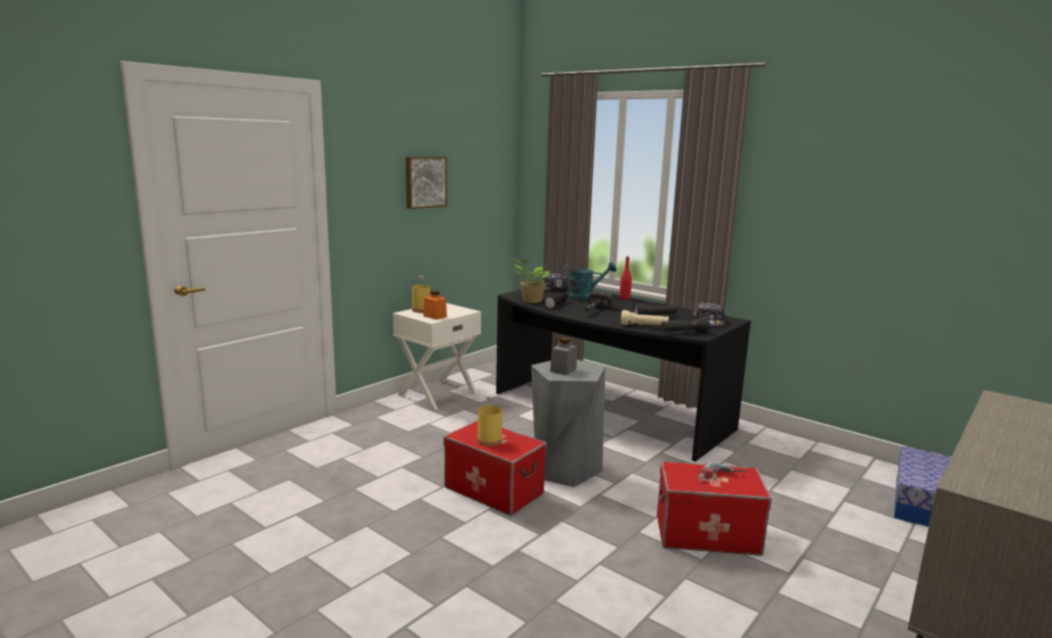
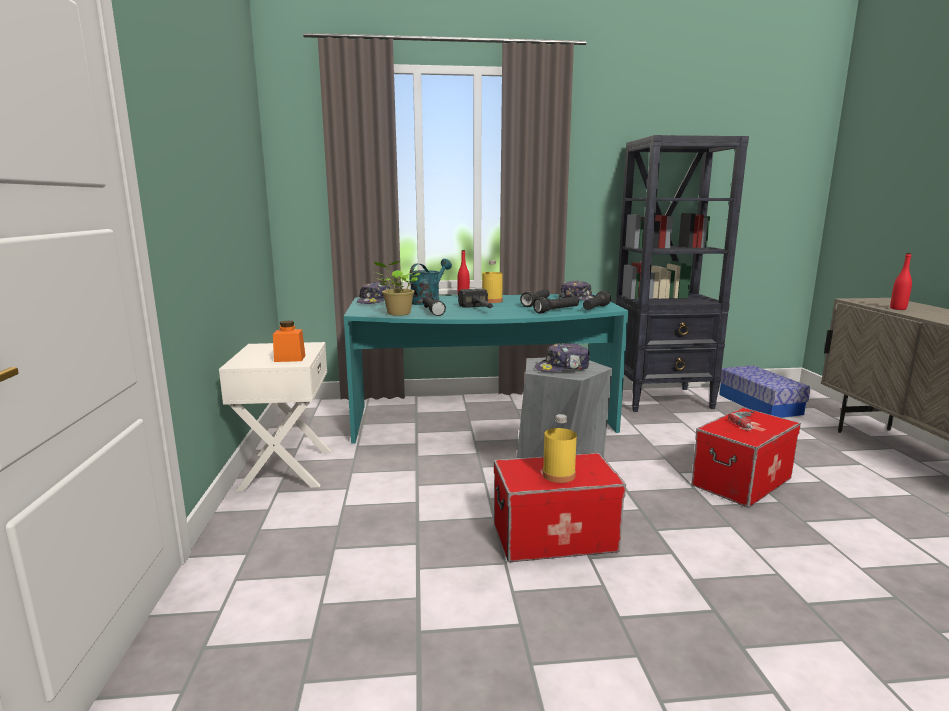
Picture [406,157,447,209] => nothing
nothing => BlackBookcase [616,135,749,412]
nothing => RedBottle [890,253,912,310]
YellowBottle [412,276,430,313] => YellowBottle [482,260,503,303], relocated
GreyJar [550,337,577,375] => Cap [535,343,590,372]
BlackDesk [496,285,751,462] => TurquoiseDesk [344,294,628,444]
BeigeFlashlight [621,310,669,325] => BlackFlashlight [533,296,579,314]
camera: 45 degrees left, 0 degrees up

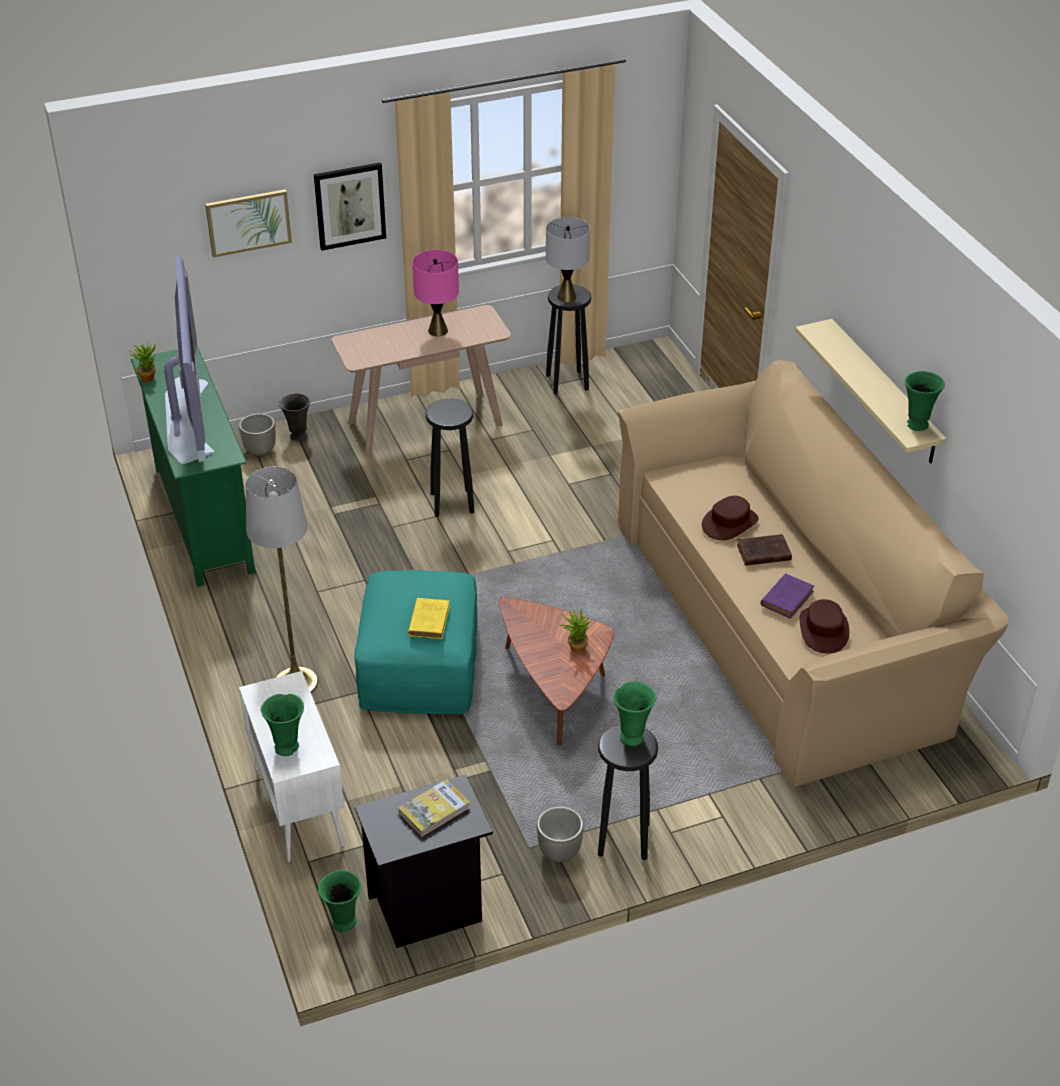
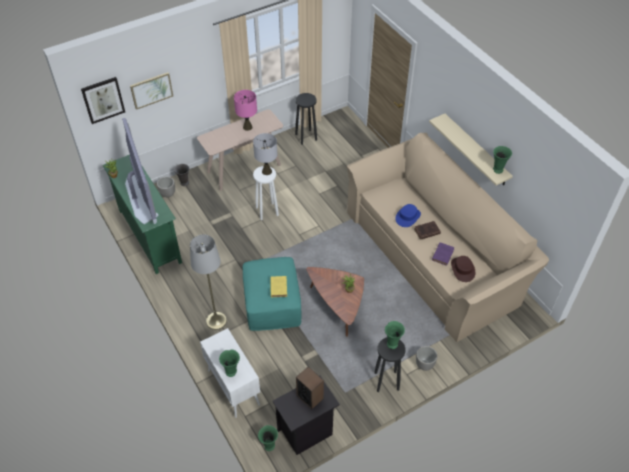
Picture [314,163,386,251] => Picture [81,77,125,124], relocated
Planter [537,806,584,862] => Planter [416,346,437,371], relocated
GreyTableLamp [546,217,590,302] => GreyTableLamp [253,133,277,175], relocated
Book [398,779,470,837] => Speaker [296,366,324,410]
BlackStool [426,399,474,517] => WhiteStool [253,166,279,220]
BrownHat [702,496,759,540] => BlueHat [395,204,421,227]
camera: 10 degrees left, 10 degrees up

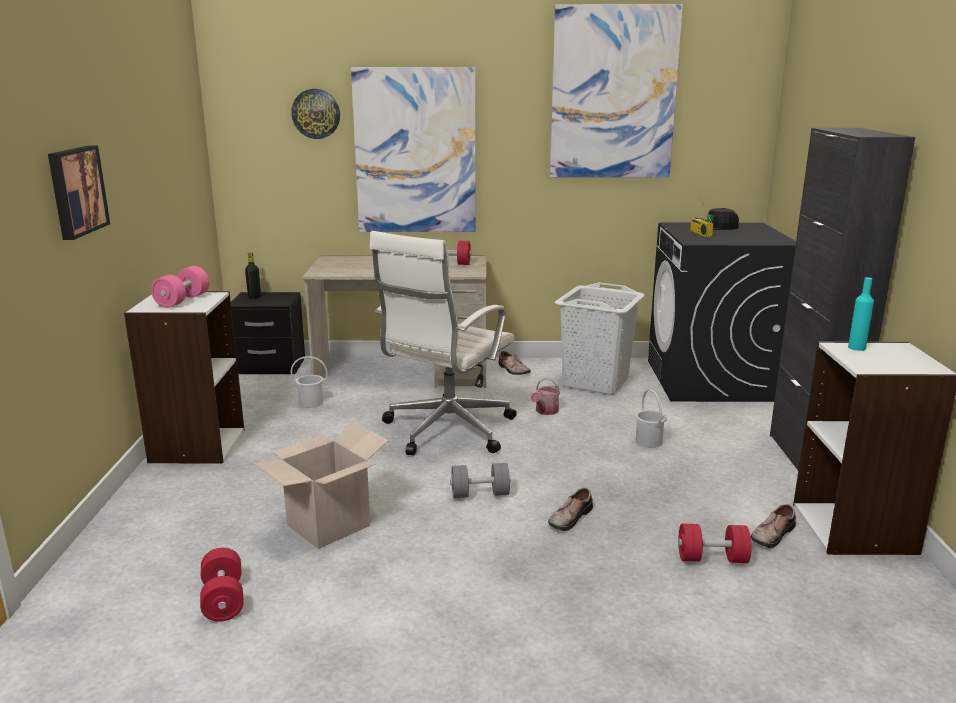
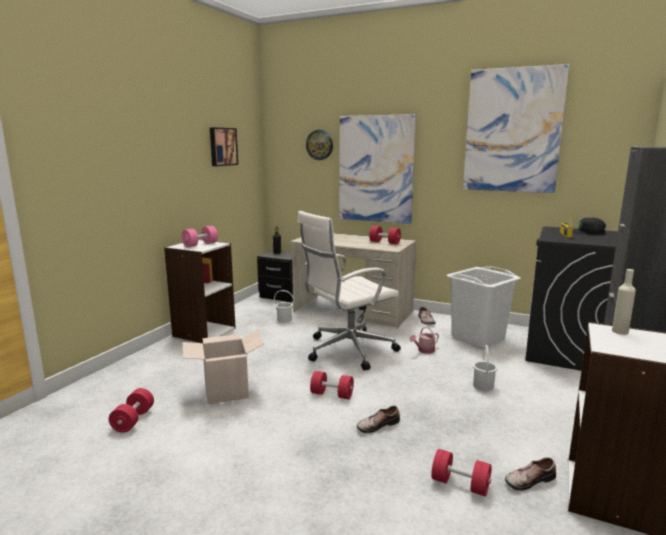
Picture [48,146,110,240] => Picture [210,127,238,166], relocated
GreyDumbbell [450,463,510,498] => RedDumbbell [310,371,354,399]
TurquoiseBottle [848,277,874,351] => BeigeBottle [612,269,636,335]
camera: 25 degrees right, 5 degrees down

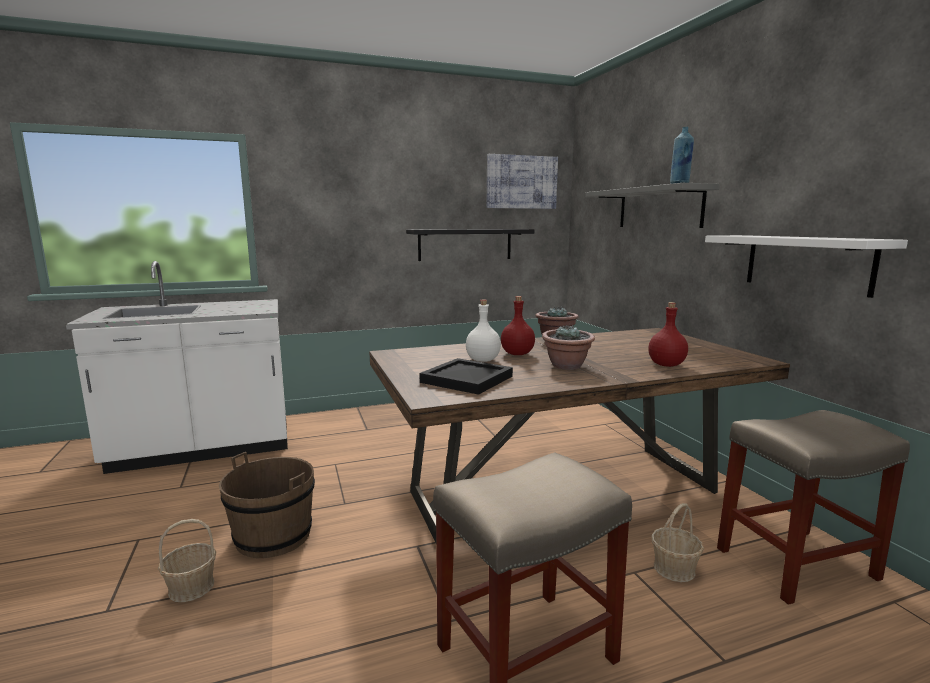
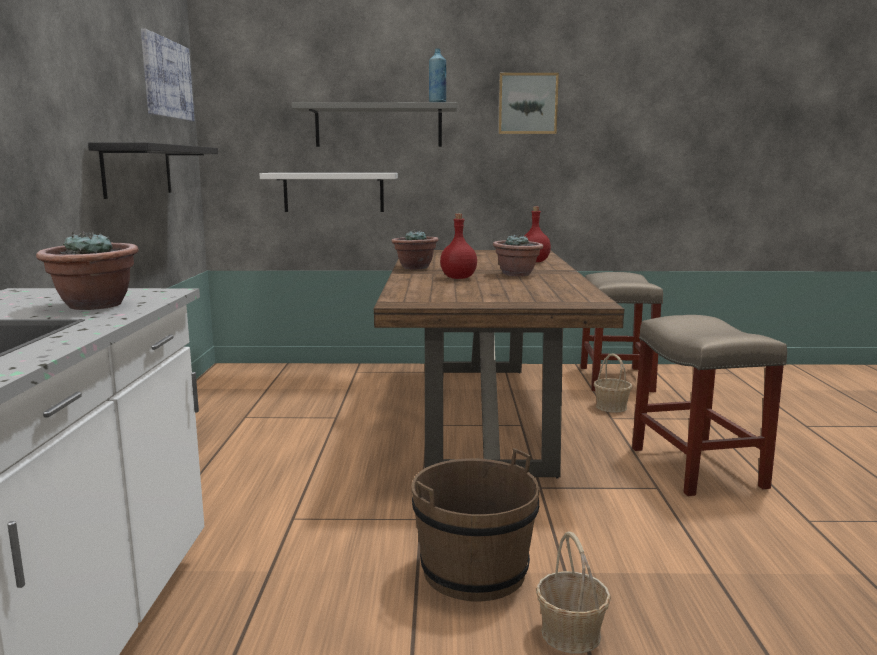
BlackTray [420,358,513,395] => nothing
WhiteBottle [466,299,501,362] => nothing
nothing => PottedPlant [36,231,139,310]
nothing => Picture [498,73,559,134]
WhiteShelf [705,235,908,298] => WhiteShelf [260,173,398,212], relocated
camera: 70 degrees left, 0 degrees up

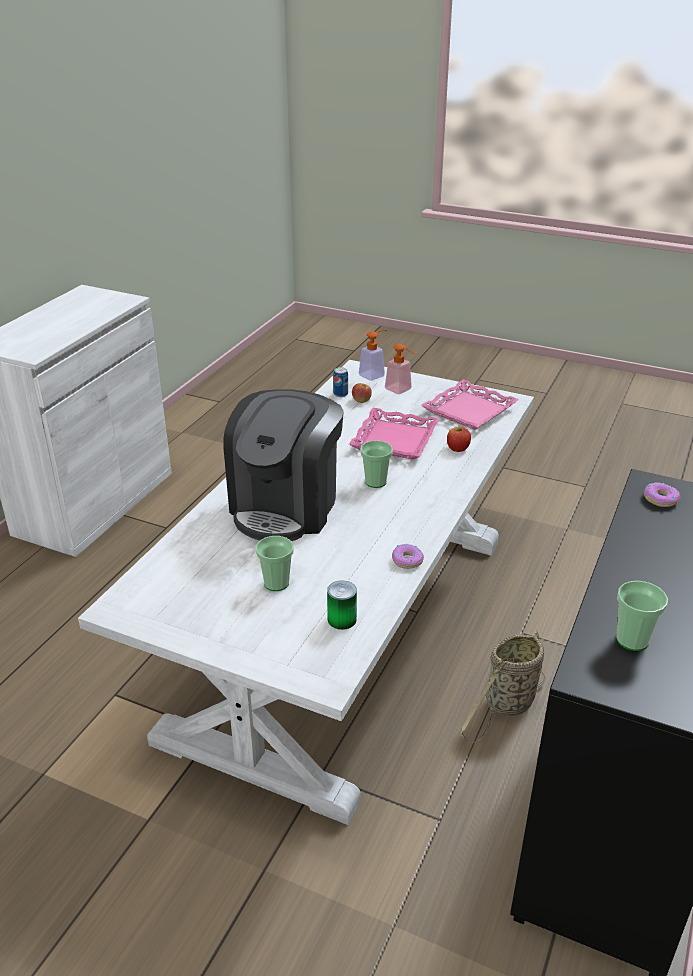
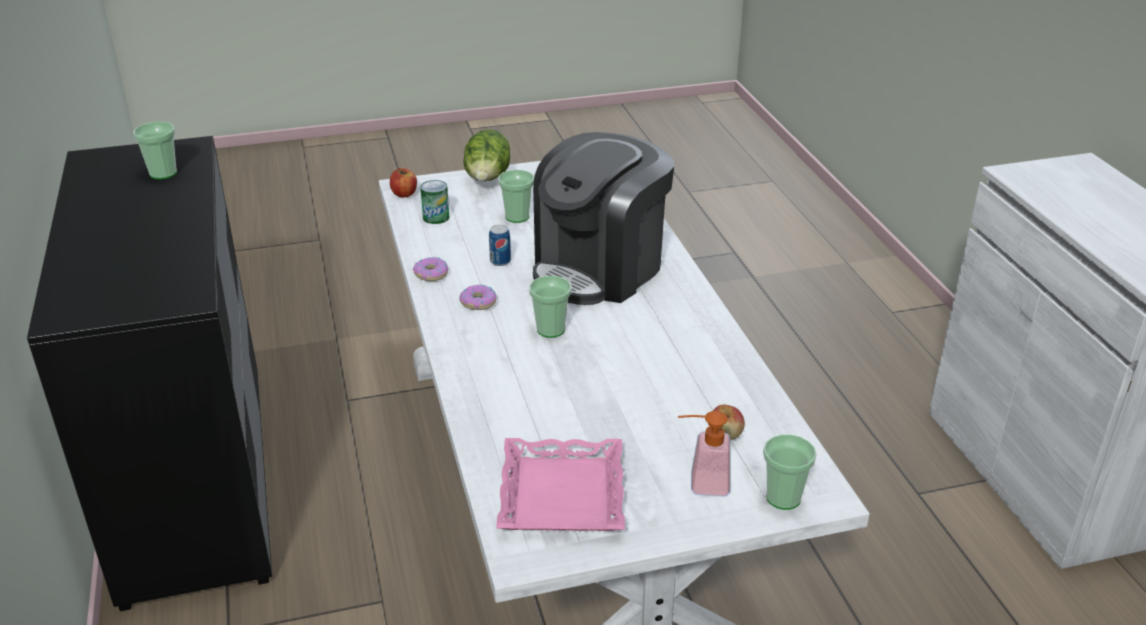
PinkTray [349,408,439,460] => nothing
Basket [459,630,545,743] => nothing
nothing => Lettuce [463,129,510,181]
Can [333,367,348,397] => Can [489,225,511,266], relocated
Apple [447,427,471,452] => Apple [390,168,417,197], relocated
Donut [644,483,681,507] => Donut [459,284,497,310], relocated
SoapDispenser [359,330,387,381] => Cup [763,434,816,510]
CoffeeMachine [223,389,344,541] => CoffeeMachine [533,132,674,305], 120 degrees counterclockwise
camera: 140 degrees right, 0 degrees up

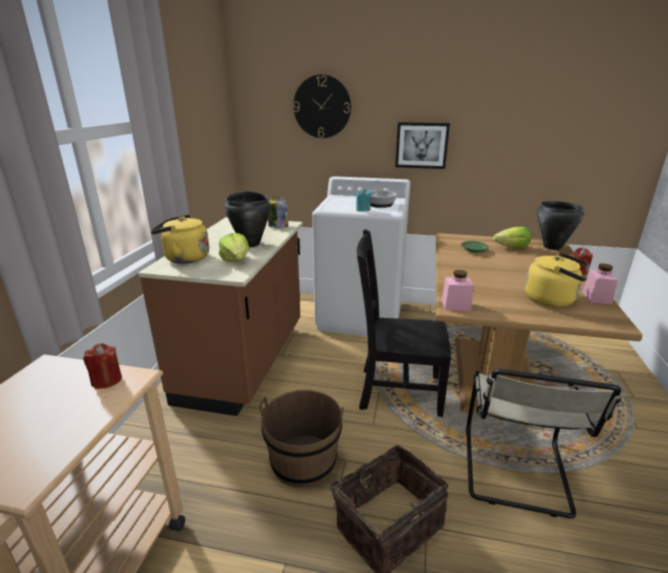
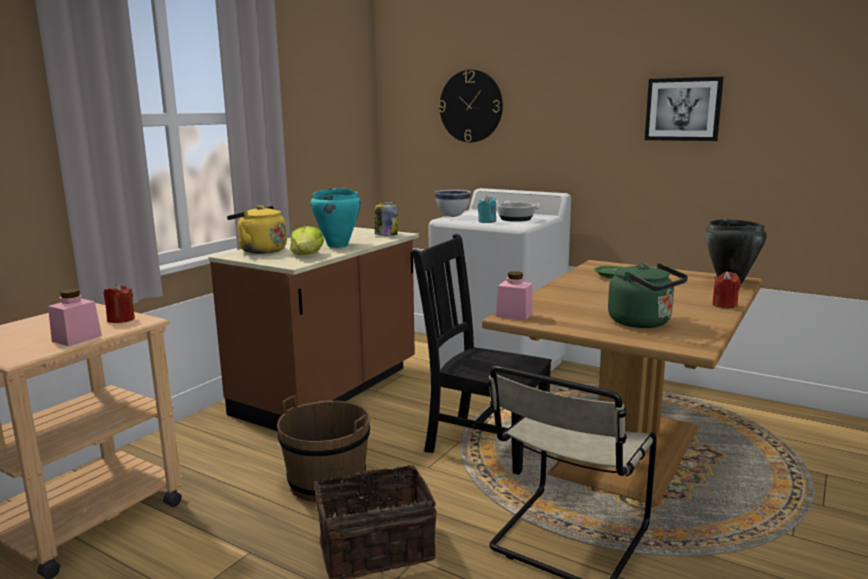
Lettuce [493,226,531,248] => nothing
nothing => WhiteBowl [435,190,471,217]
Picture [395,122,450,169] => Picture [645,77,724,141], relocated
PinkJar [582,263,618,304] => PinkJar [48,289,102,346], relocated
BlackCookingPot [224,191,271,247] => TurquoiseCookingPot [311,188,361,248]
YellowKettle [525,252,589,307] => GreenKettle [608,263,688,328]
camera: 20 degrees right, 10 degrees down

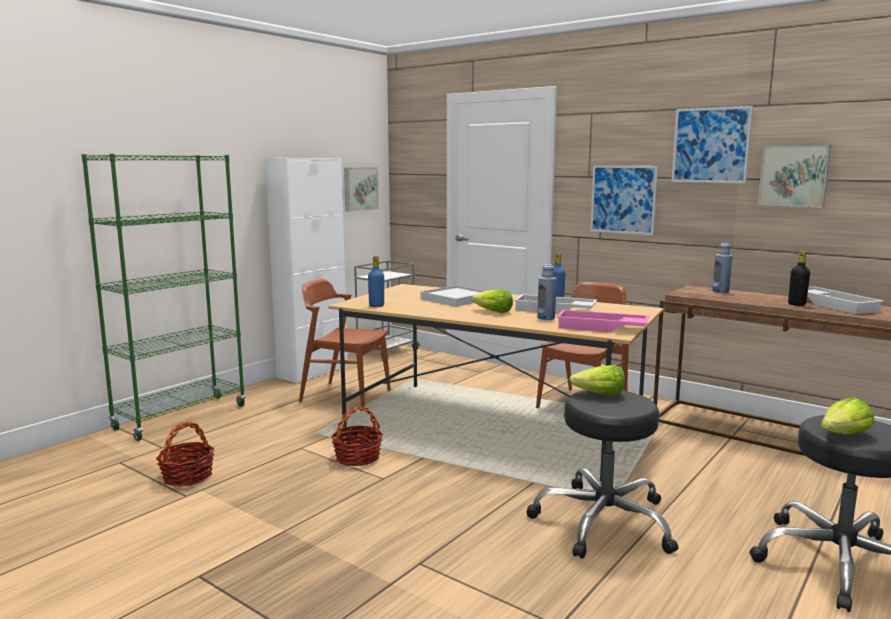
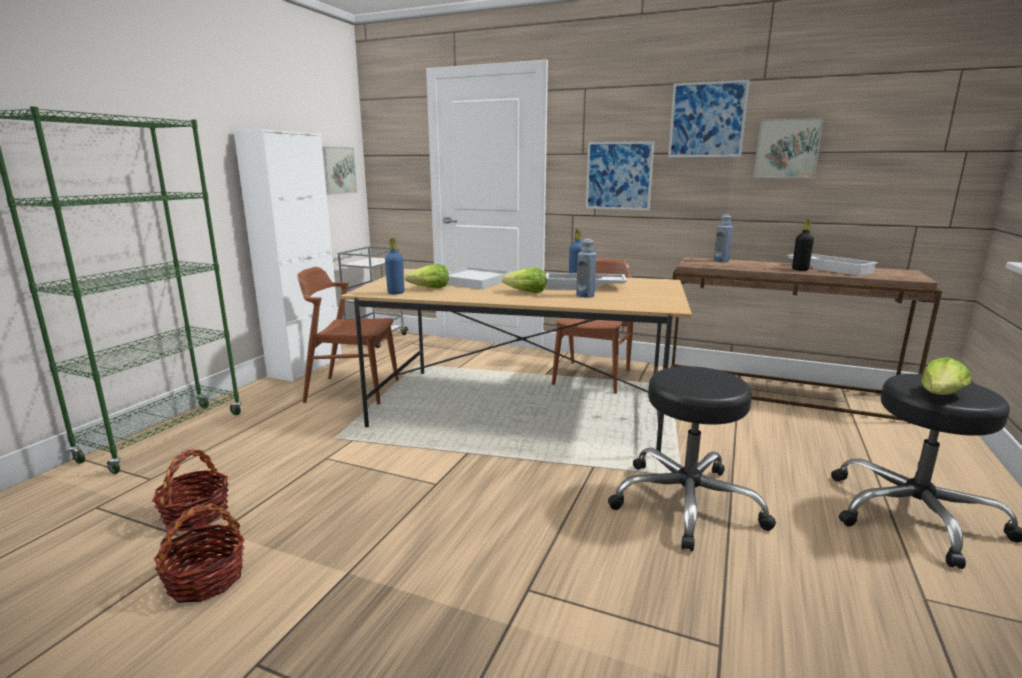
PinkTray [557,310,649,332] => nothing
Basket [331,406,383,466] => Basket [154,503,245,603], relocated
Lettuce [569,365,625,395] => Lettuce [404,264,449,288], relocated
camera: 15 degrees left, 5 degrees up

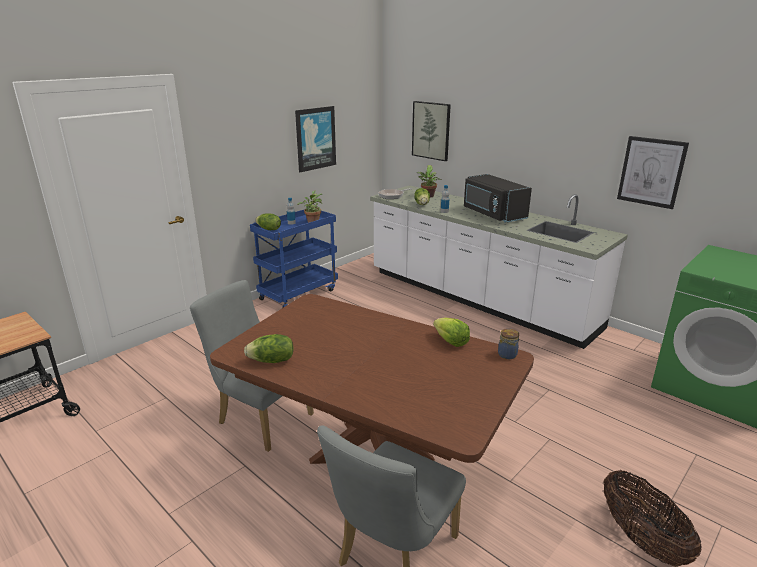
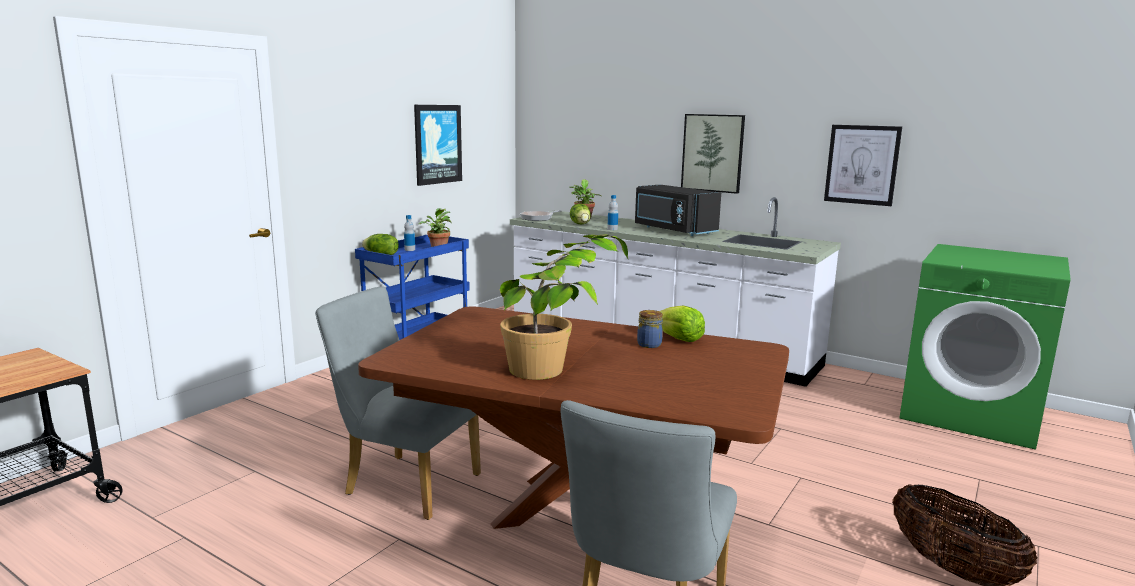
Lettuce [244,334,294,363] => nothing
nothing => PottedPlant [500,234,628,380]
Picture [412,101,451,161] => Picture [681,114,745,194], relocated
Jar [498,328,519,359] => Jar [637,310,663,348], relocated
camera: 10 degrees left, 10 degrees down

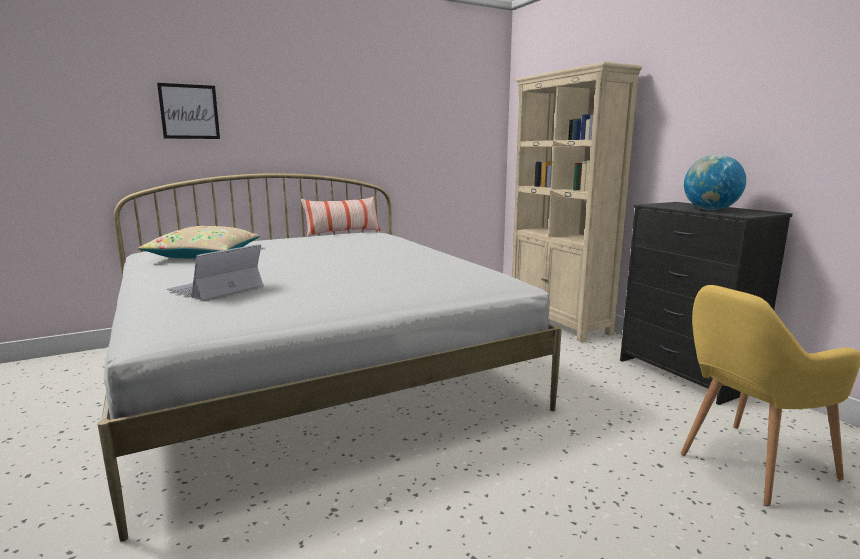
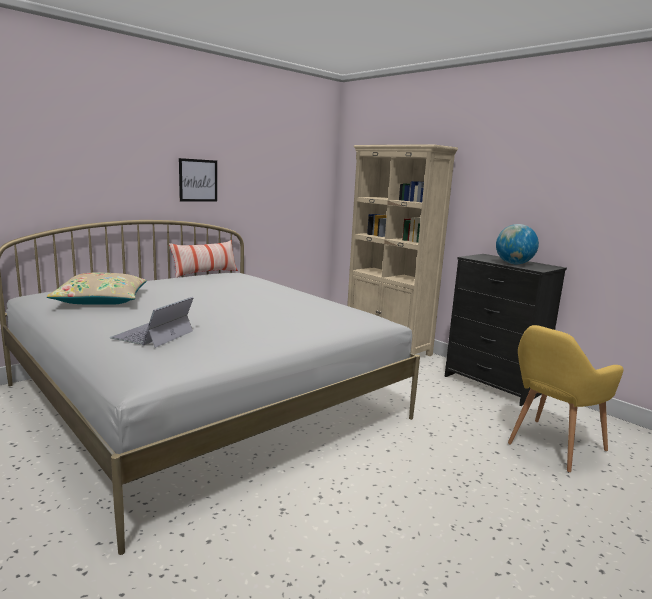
Picture [157,83,220,139] => Picture [179,158,217,202], relocated
camera: 15 degrees left, 0 degrees up

